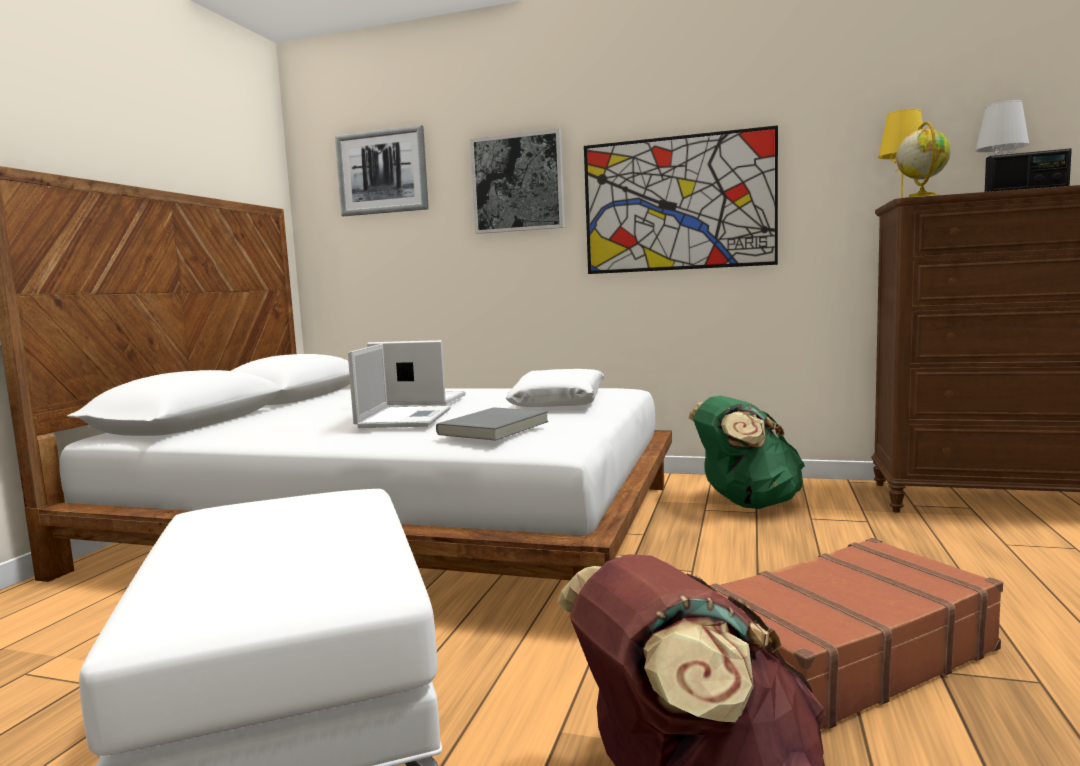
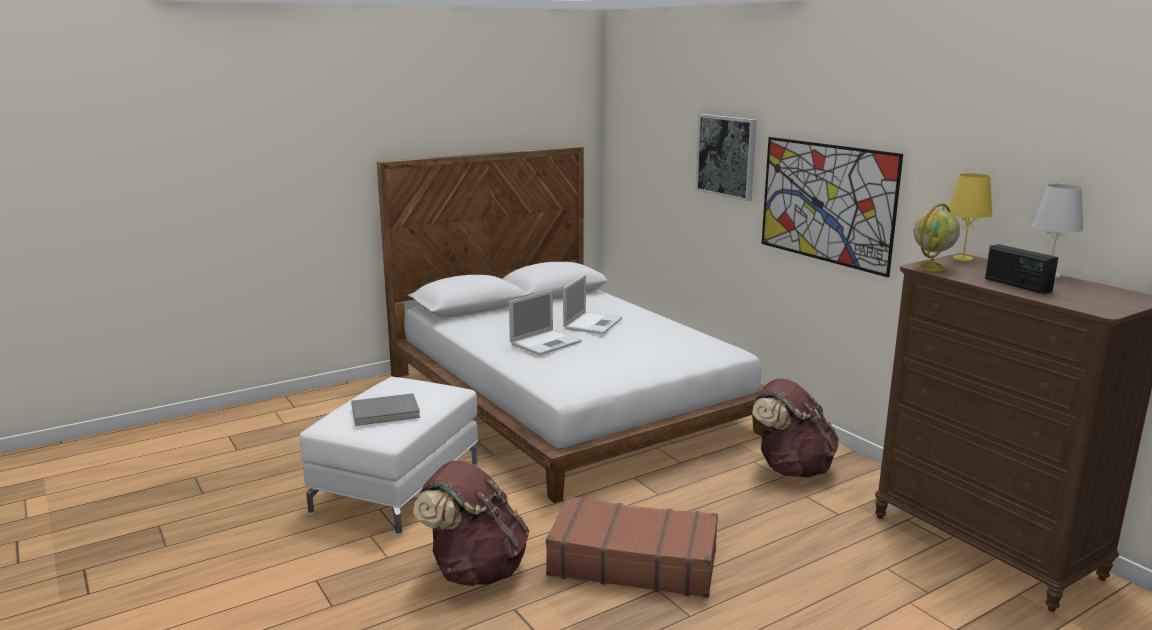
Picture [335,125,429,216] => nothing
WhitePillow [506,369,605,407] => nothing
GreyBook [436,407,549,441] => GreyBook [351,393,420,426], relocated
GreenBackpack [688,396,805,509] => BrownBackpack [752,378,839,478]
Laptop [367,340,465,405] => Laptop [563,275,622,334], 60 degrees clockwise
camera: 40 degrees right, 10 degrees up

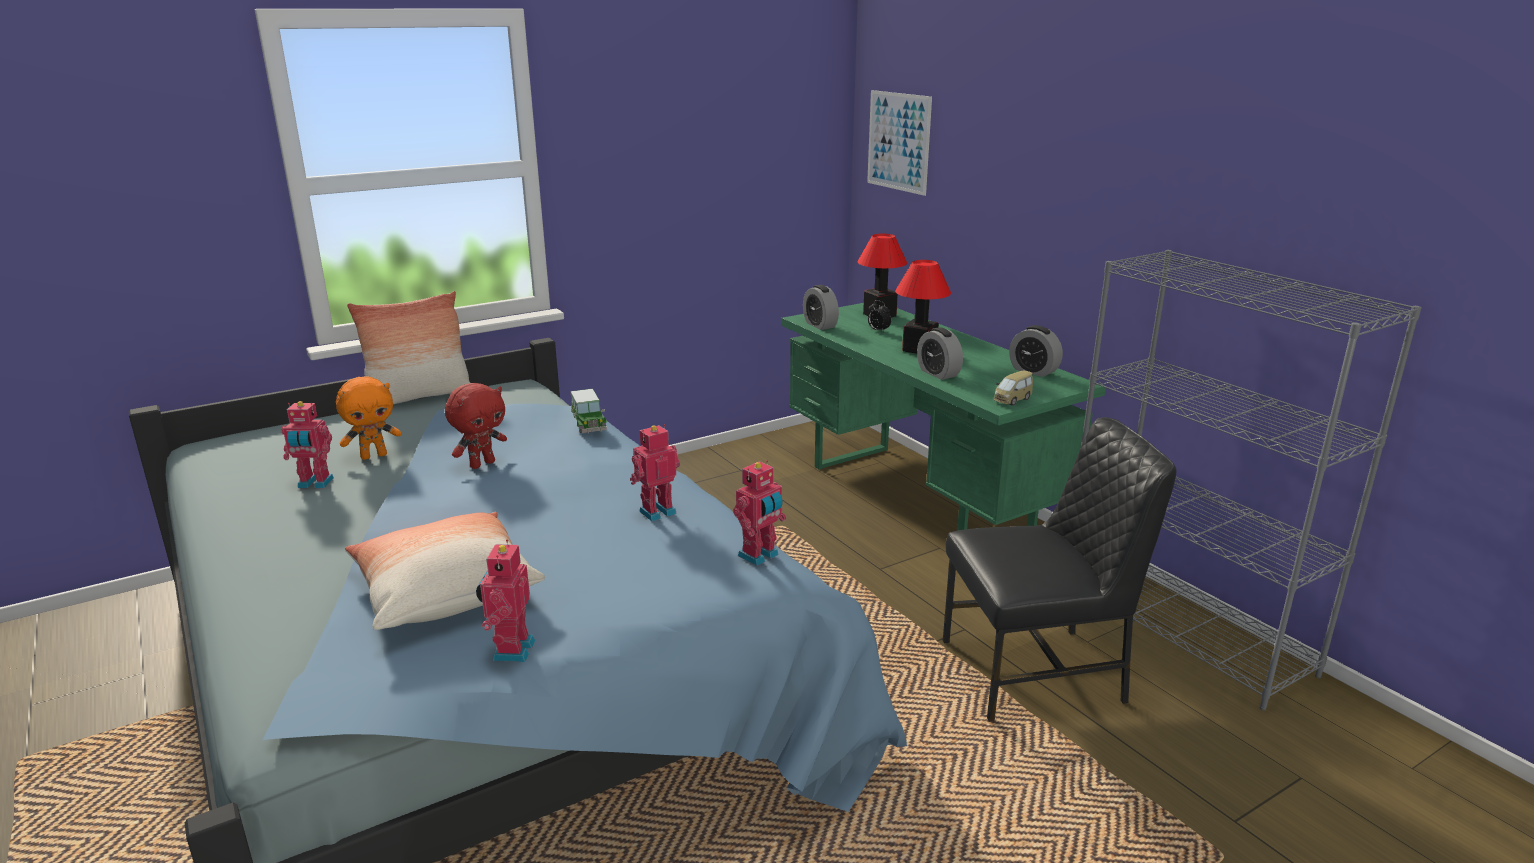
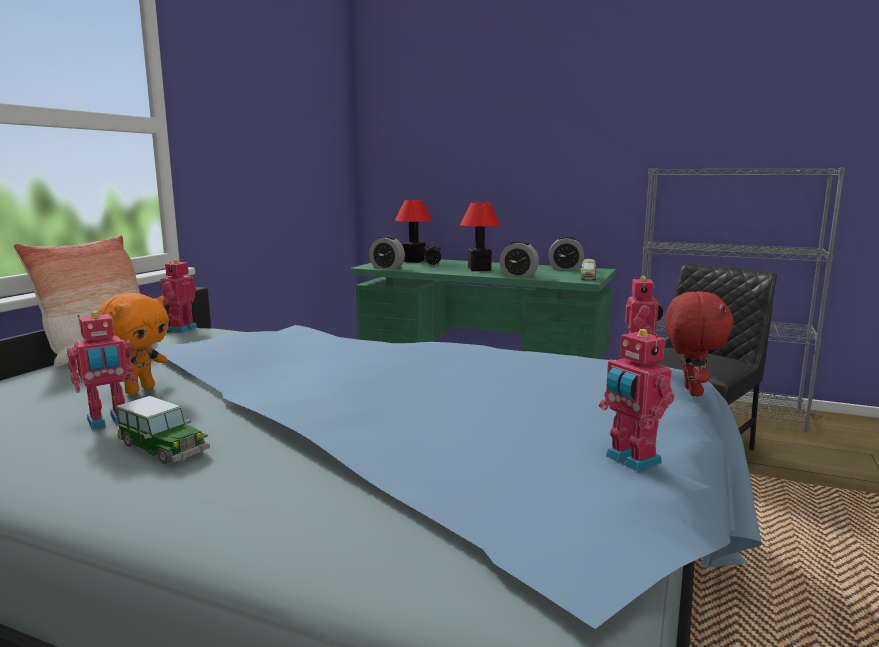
Pillow [345,512,545,630] => nothing
Picture [867,90,932,196] => nothing
RedPlushToy [445,383,507,469] => RedPlushToy [665,291,734,396], relocated
ToyCar [571,389,607,433] => ToyCar [116,396,210,464], relocated
ToyRobot [630,424,680,521] => ToyRobot [160,259,198,332], relocated
camera: 35 degrees left, 10 degrees down

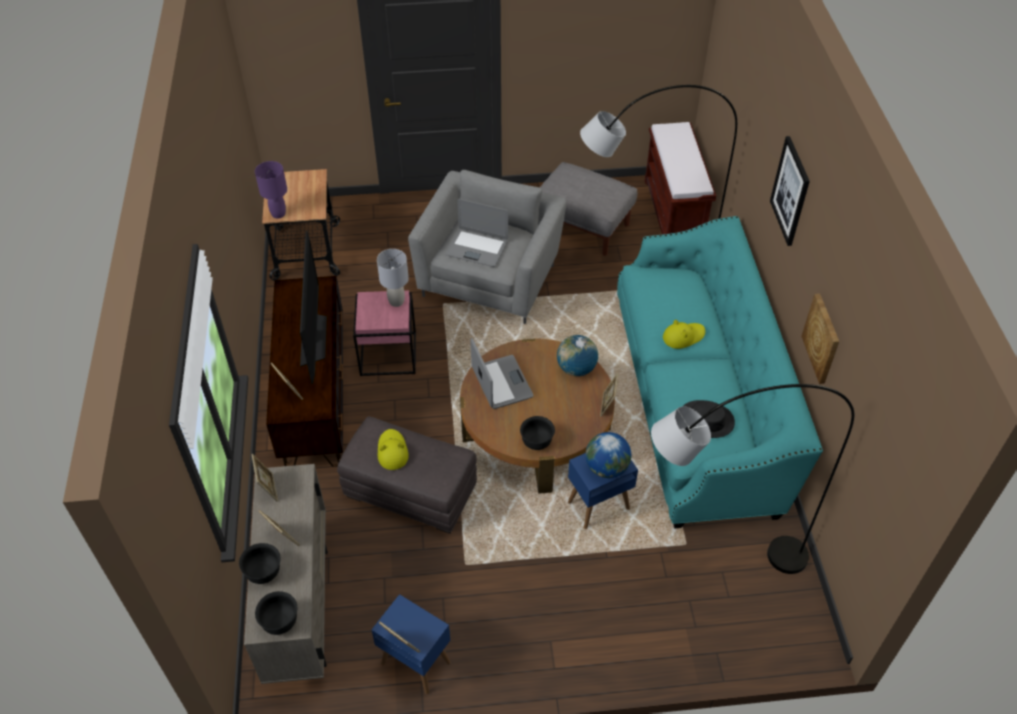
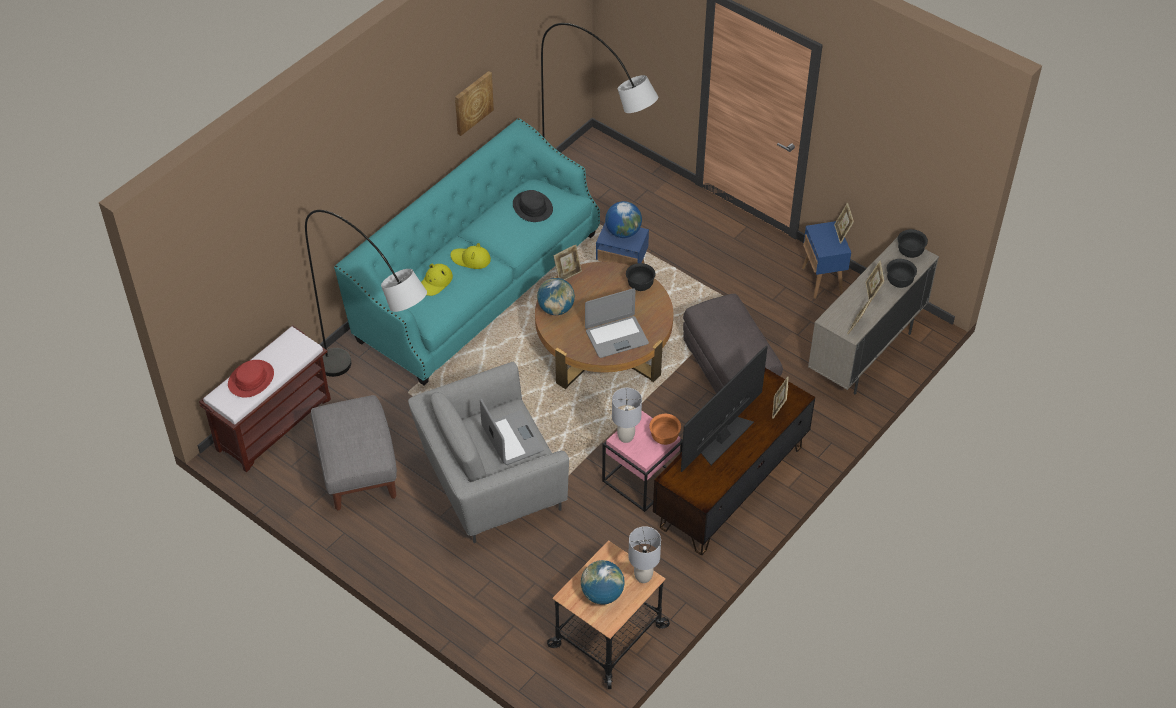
Picture [770,136,810,246] => nothing
nothing => RedHat [228,360,274,397]
nothing => Globe [581,560,625,604]
nothing => OrangeBowl [649,414,681,445]
YellowHat [378,429,409,470] => YellowHat [421,264,453,296], relocated
PurpleTableLamp [255,161,287,219] => GreyTableLamp [628,526,661,583]
Laptop [470,338,534,409] => Laptop [585,288,649,358], 135 degrees counterclockwise
camera: 135 degrees left, 0 degrees up

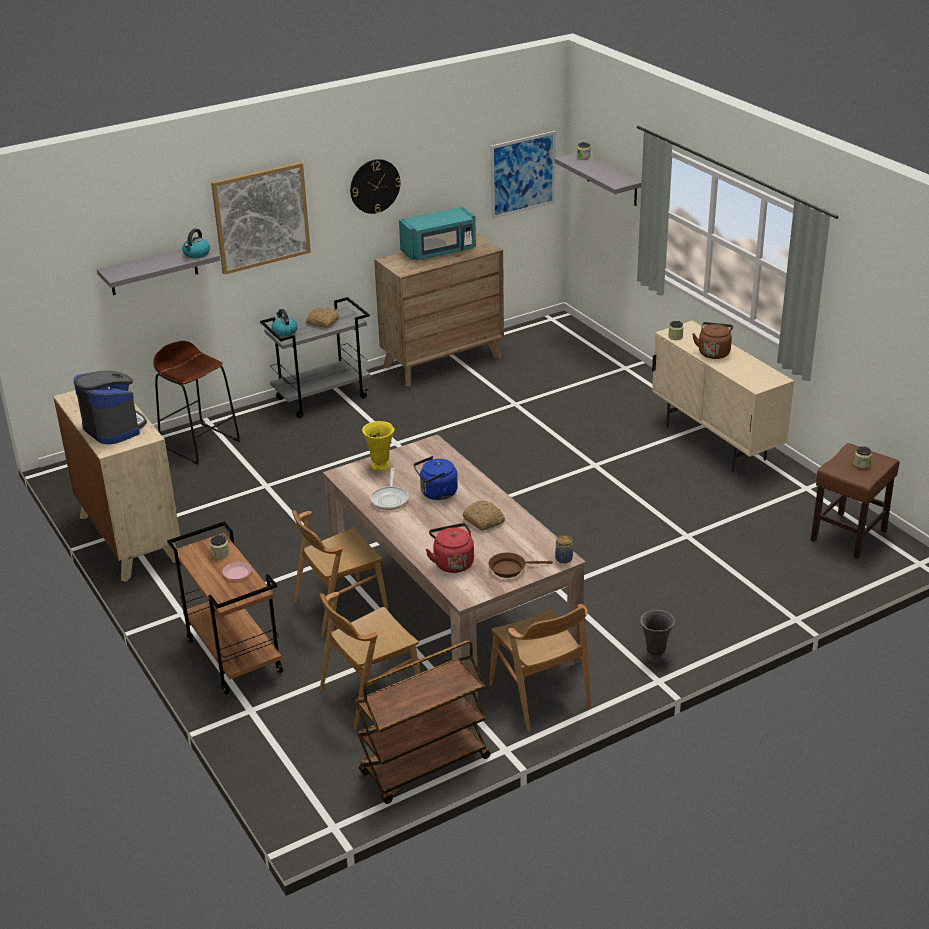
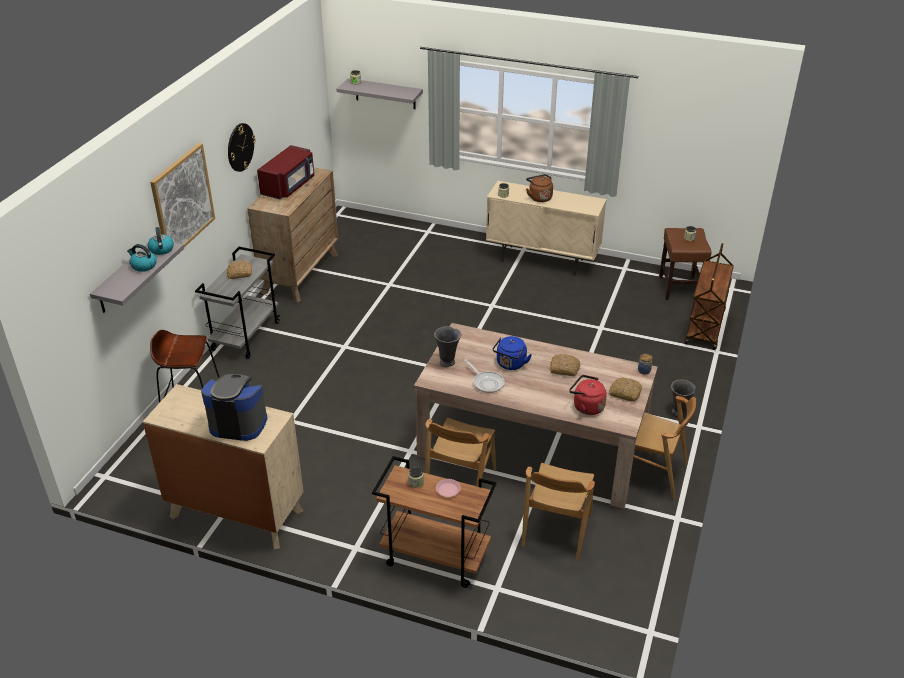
Picture [490,131,556,219] => nothing
Kettle [272,309,297,337] => Kettle [127,244,157,272], relocated
BrownCart [354,640,491,804] => BrownCart [685,243,734,350], relocated
BrownFryingPan [488,552,553,578] => Bread [609,377,642,402]
YellowVase [362,421,395,471] => GreyVase [434,326,461,367]
TurquoiseMicrowave [399,207,476,260] => RedMicrowave [257,145,314,199]
camera: 40 degrees left, 5 degrees up

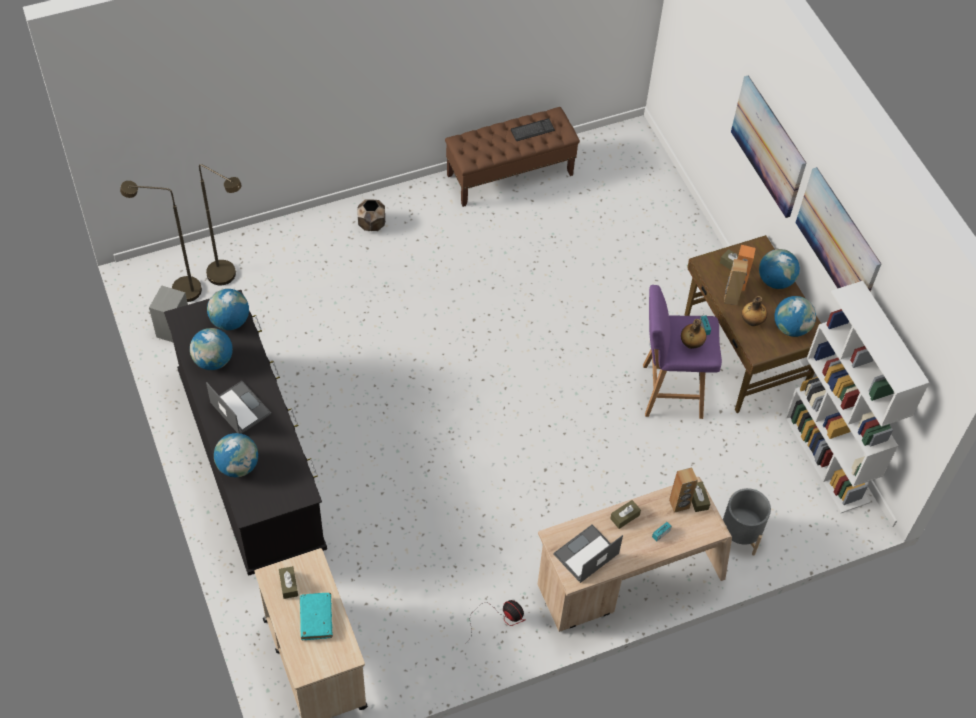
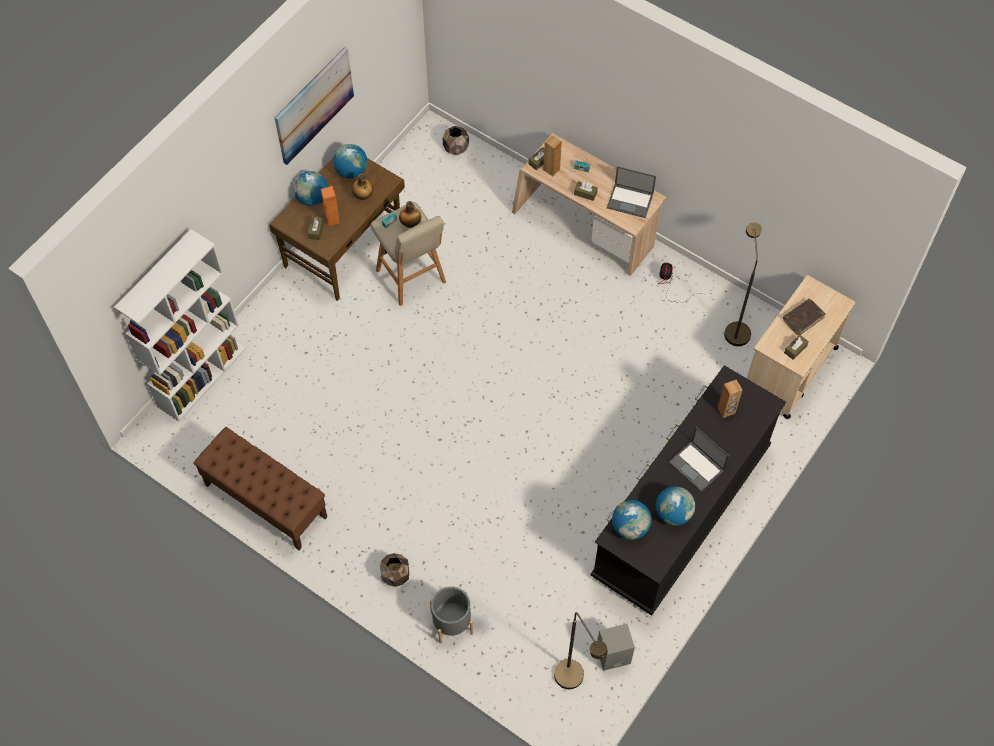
Globe [214,433,258,477] => nothing
Keyboard [511,118,555,141] => nothing
Picture [731,75,806,218] => nothing
nothing => BrownPlanter [443,126,469,155]
BrownFloorLamp [199,164,242,286] => BrownFloorLamp [724,222,762,346], relocated
GreyPlanter [723,488,771,556] => GreyPlanter [430,586,473,644], relocated
BrownSpeaker [724,259,748,305] => BrownSpeaker [717,380,743,418], relocated
WhiteBookcase [785,281,930,513] => WhiteBookcase [114,229,246,422], relocated
TurquoiseBook [300,593,333,640] => BrownBook [783,299,826,336]
PurpleStool [643,285,722,419] => BeigeStool [371,202,446,306]
Laptop [206,381,271,434] => Laptop [668,427,729,492], 60 degrees counterclockwise
camera: 120 degrees left, 5 degrees up

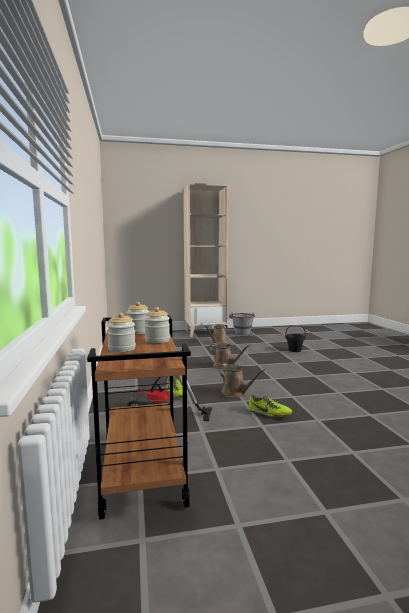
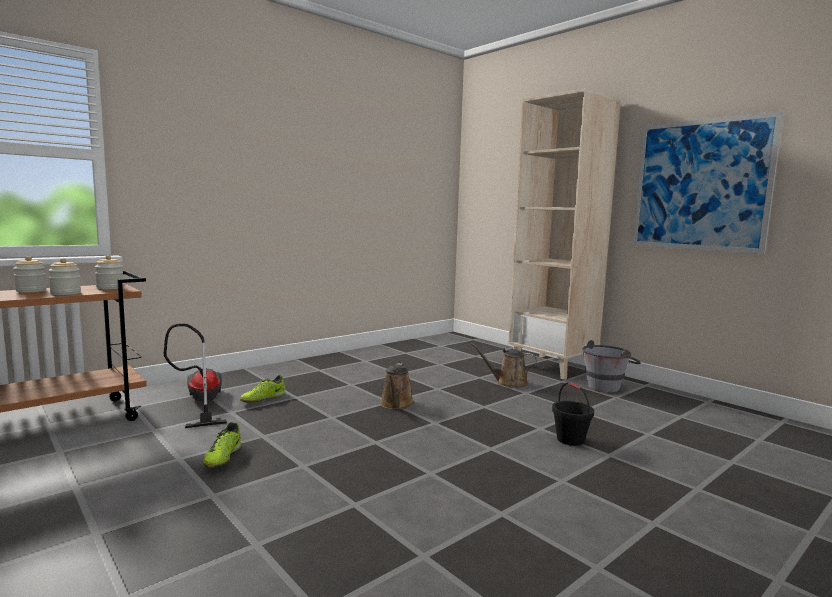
BrownWateringCan [218,364,265,398] => nothing
nothing => Picture [632,111,784,254]
camera: 60 degrees right, 0 degrees up

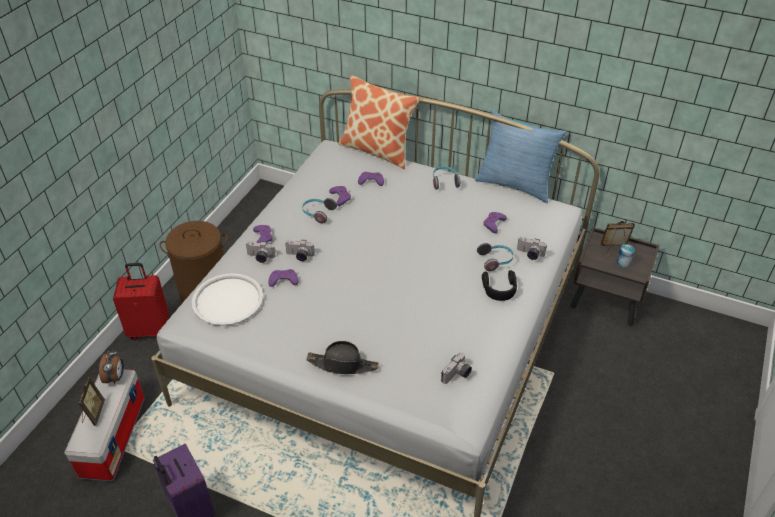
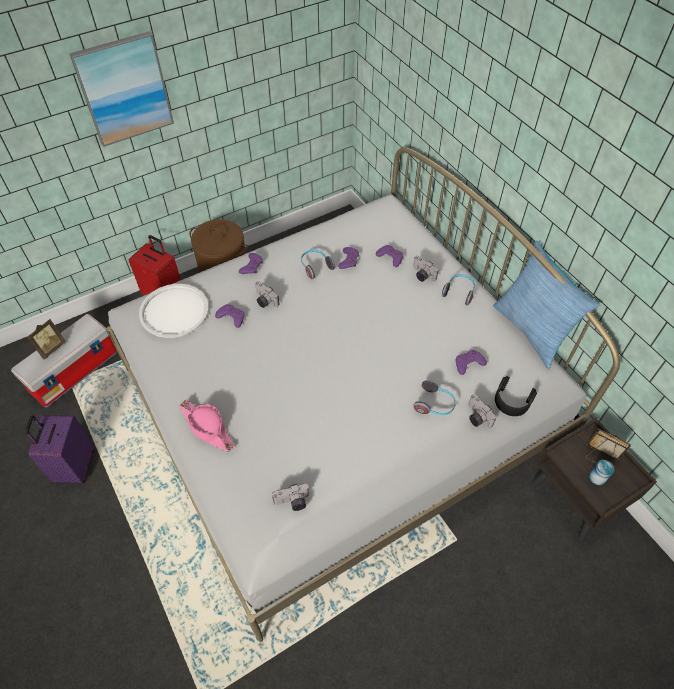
AlarmClock [99,348,124,384] => nothing
Pillow [338,75,420,169] => nothing
nothing => Picture [70,31,174,147]
PhotoCamera [245,241,275,263] => PhotoCamera [413,256,438,282], relocated
BlackHeadphones [482,270,517,301] => BlackHeadphones [495,376,537,416], relocated
BlackHat [306,341,379,374] => PinkHat [179,400,234,451]
camera: 35 degrees right, 10 degrees up

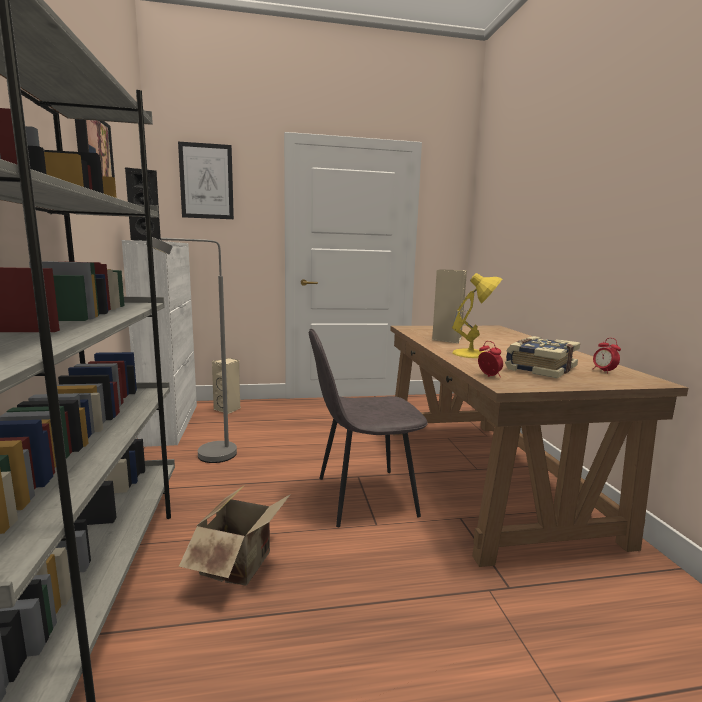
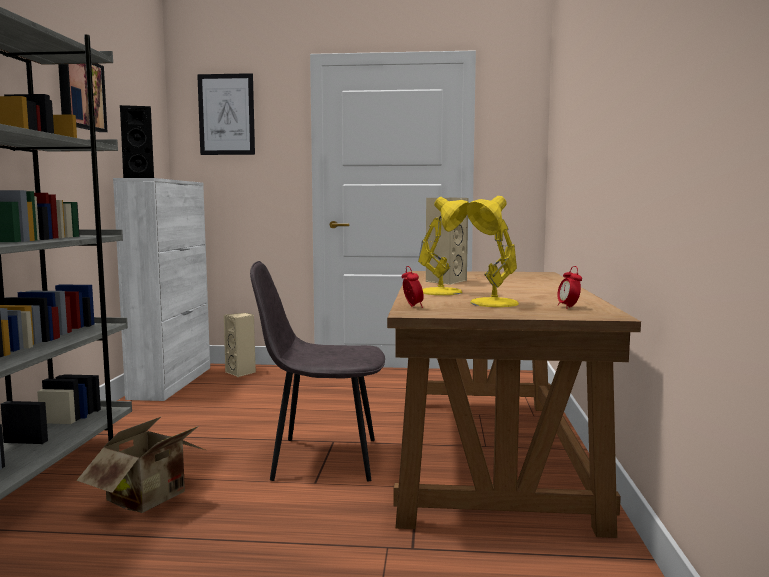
GreyFloorLamp [146,237,237,463] => nothing
Book [505,336,580,378] => YellowTableLamp [467,196,519,307]
camera: 15 degrees right, 5 degrees down

